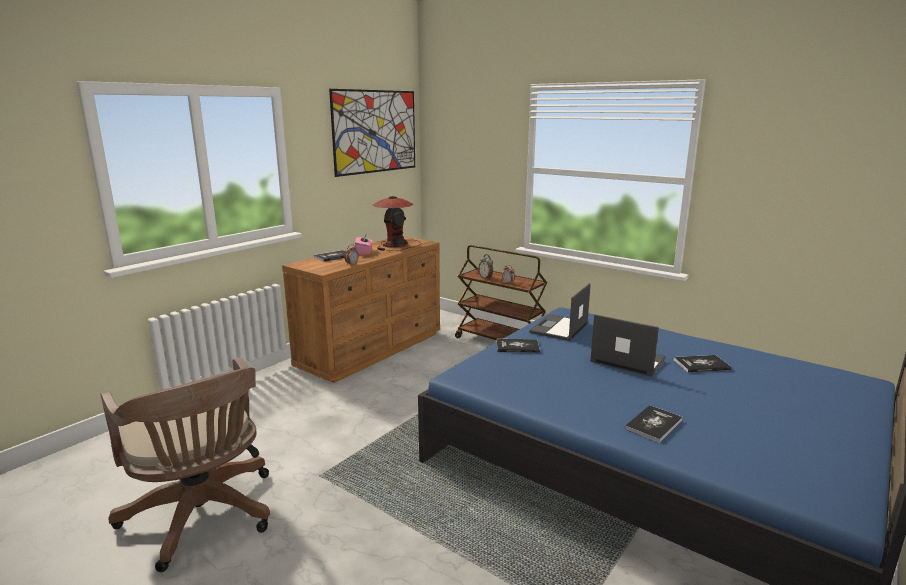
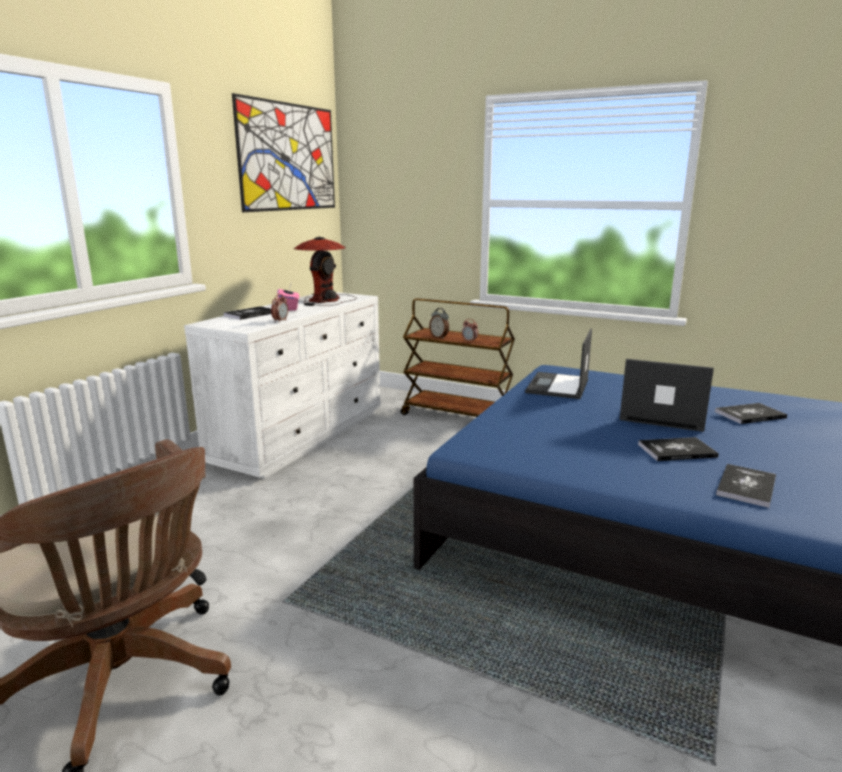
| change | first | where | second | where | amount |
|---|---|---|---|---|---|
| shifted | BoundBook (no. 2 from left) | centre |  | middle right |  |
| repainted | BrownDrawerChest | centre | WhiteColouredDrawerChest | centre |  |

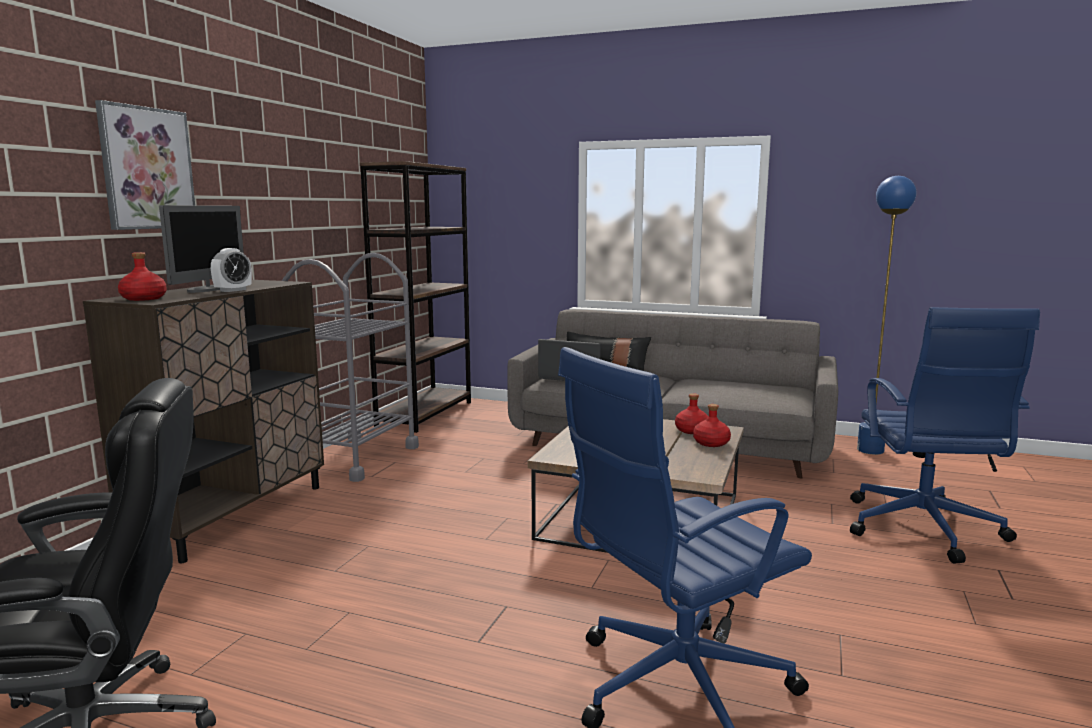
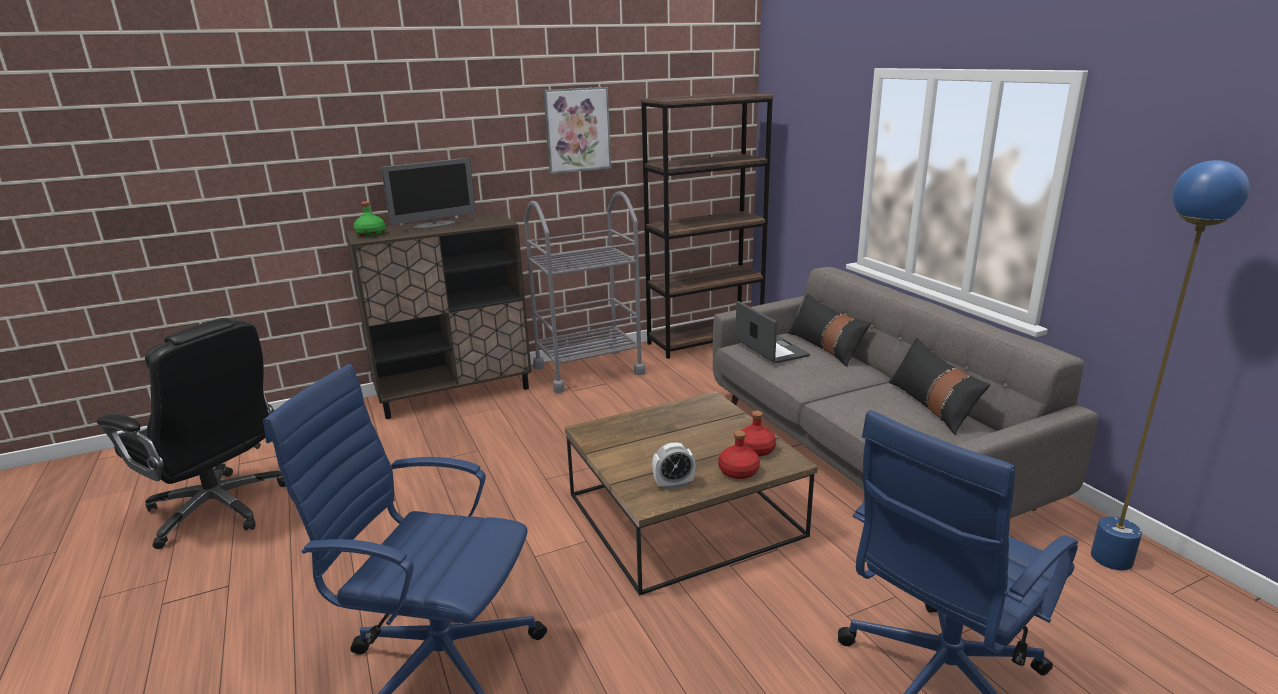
| change | first | where | second | where | amount |
|---|---|---|---|---|---|
| new |  |  | BlackishPillow (no. 2 from left) | middle right |  |
| shifted | Picture | top left |  | top centre |  |
| shifted | BedsideClock | middle left |  | bottom centre |  |
| repainted | RedColouredDrinkBottle (no. 1 from left) | middle left | GreenDrinkBottle | top left |  |

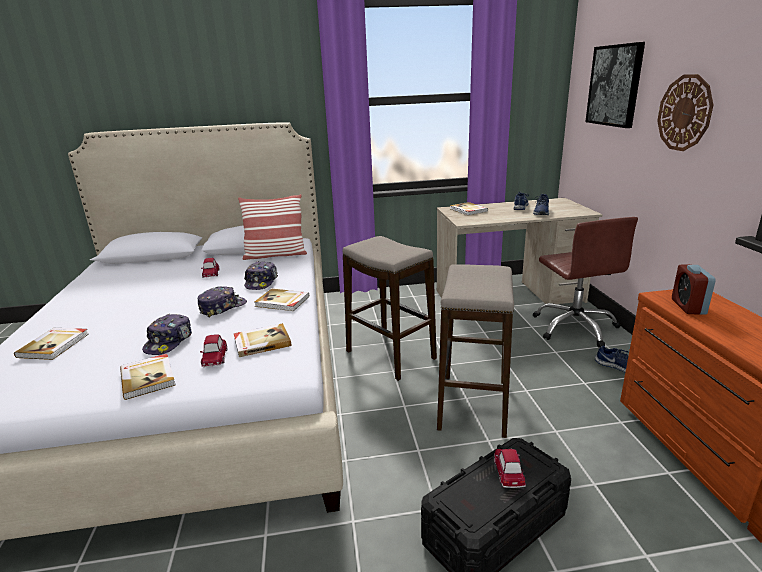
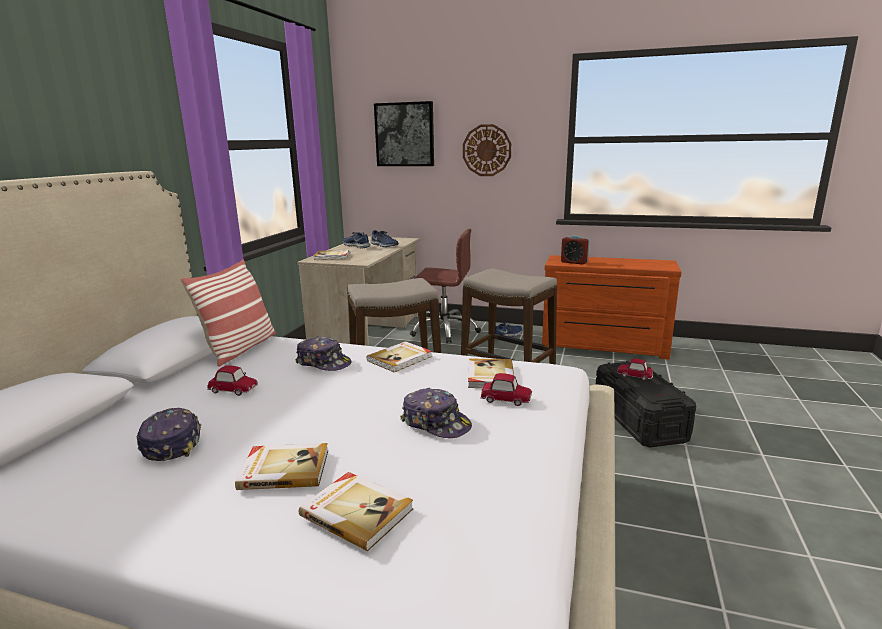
| change | first | where | second | where | amount |
|---|---|---|---|---|---|
| shifted | BoundBook (no. 2 from left in the first image) | middle left | BoundBook (no. 1 from left) | bottom left |  |
| shifted | BaseballCap (no. 2 from left in the first image) | middle left | BaseballCap (no. 1 from left) | bottom left |  |

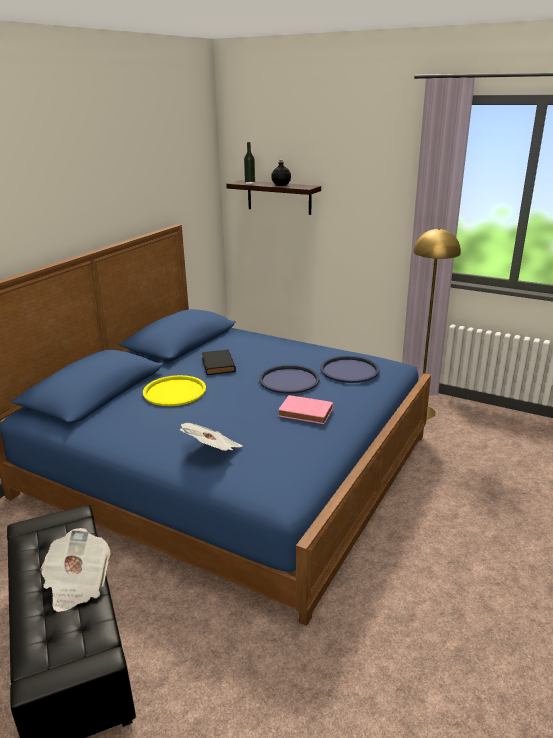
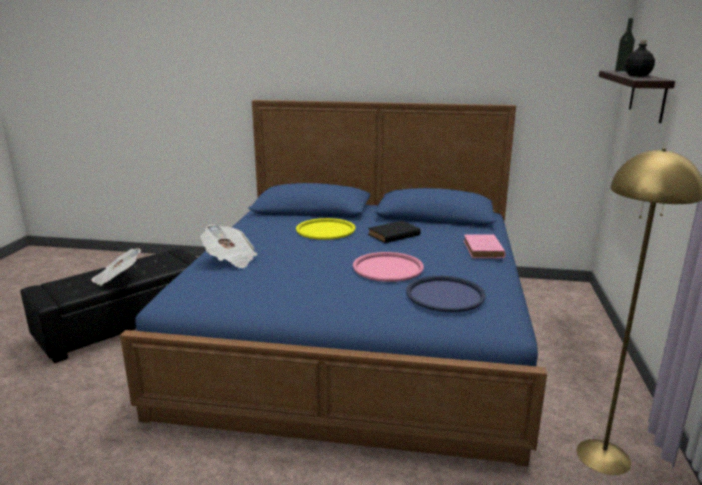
| change | first | where | second | where | amount |
|---|---|---|---|---|---|
| shifted | PinkColouredBoundBook | centre |  | middle right |  |
| repainted | BlueColouredServingTray (no. 1 from left) | centre | PinkColouredServingTray | centre |  |

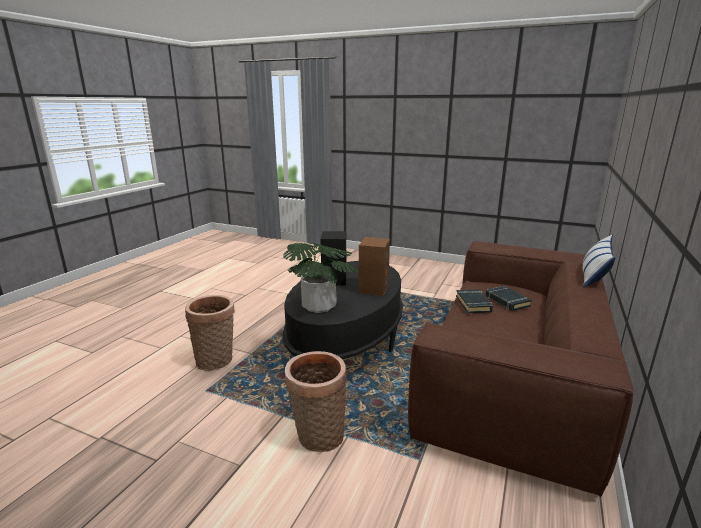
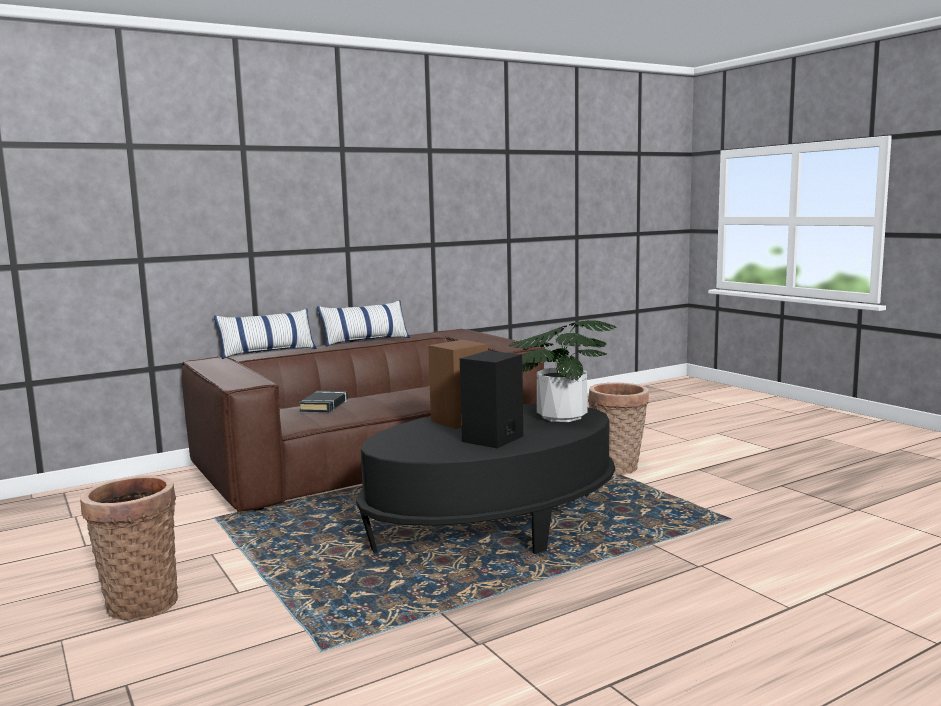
| change | first | where | second | where | amount |
|---|---|---|---|---|---|
| gone | BlackishBoundBook (no. 1 from left) | middle right |  |  |  |
| new |  |  | Pillow (no. 2 from left) | centre |  |
| shifted | StorageBasket (no. 1 from left) | middle left |  | bottom left |  |

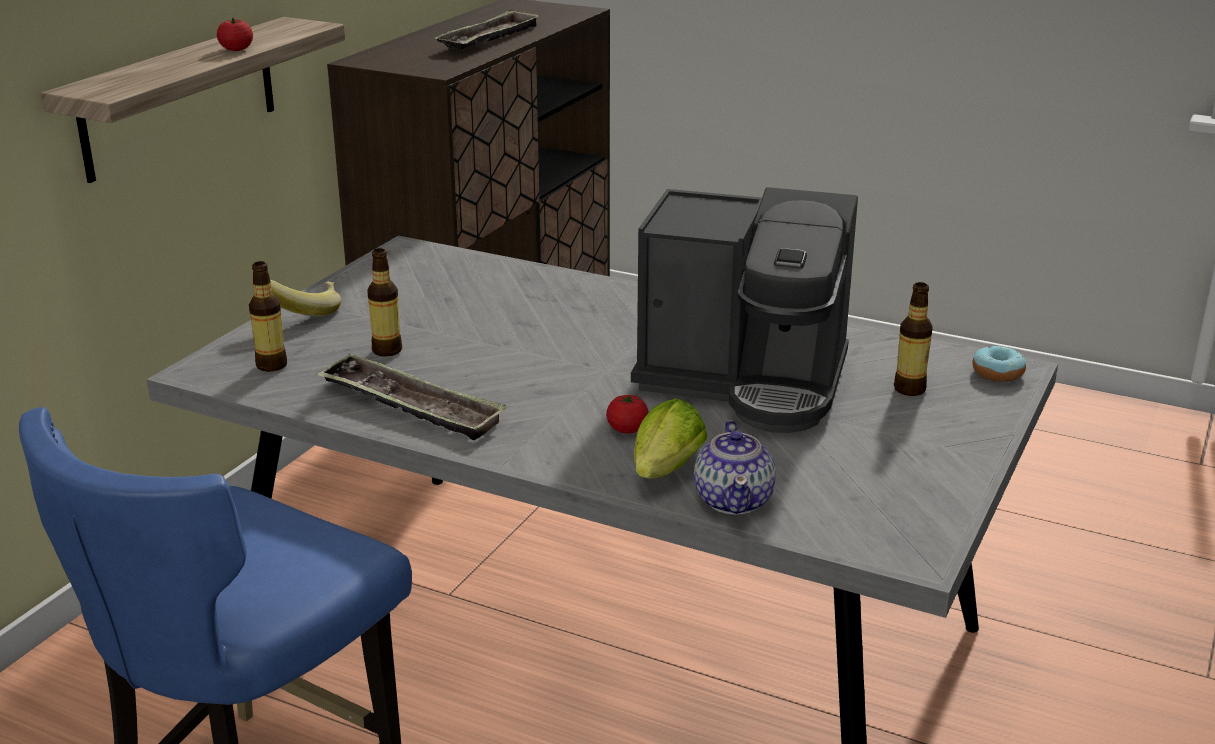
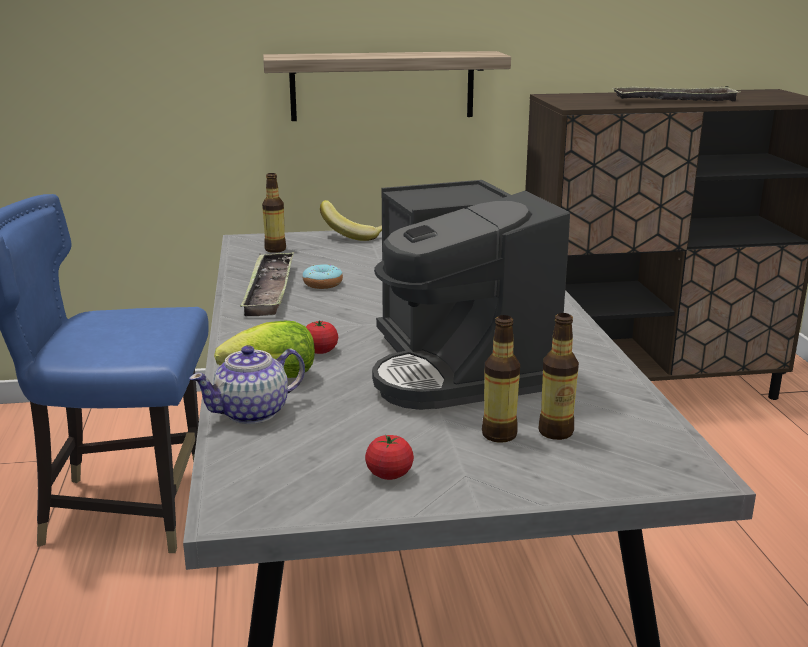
| change | first | where | second | where | amount |
|---|---|---|---|---|---|
| shifted | FreshTomato (no. 1 from left in the first image) | top left | FreshTomato (no. 2 from left) | bottom centre |  |
| shifted | DrinkBottle (no. 2 from left) | middle left |  | centre |  |
| shifted | RingDoughnut | middle right |  | centre |  |

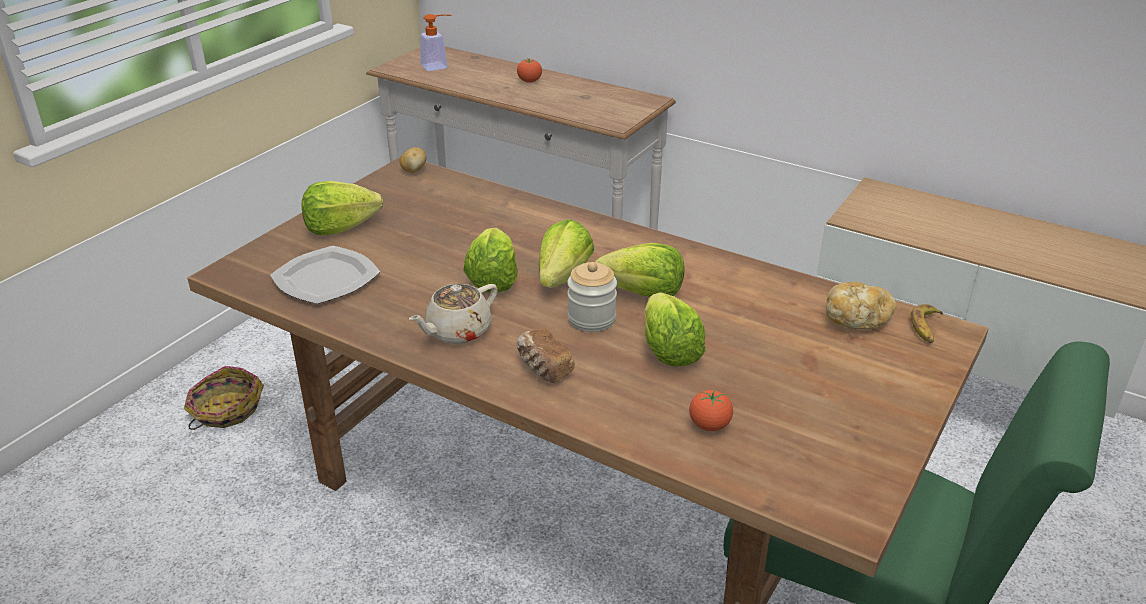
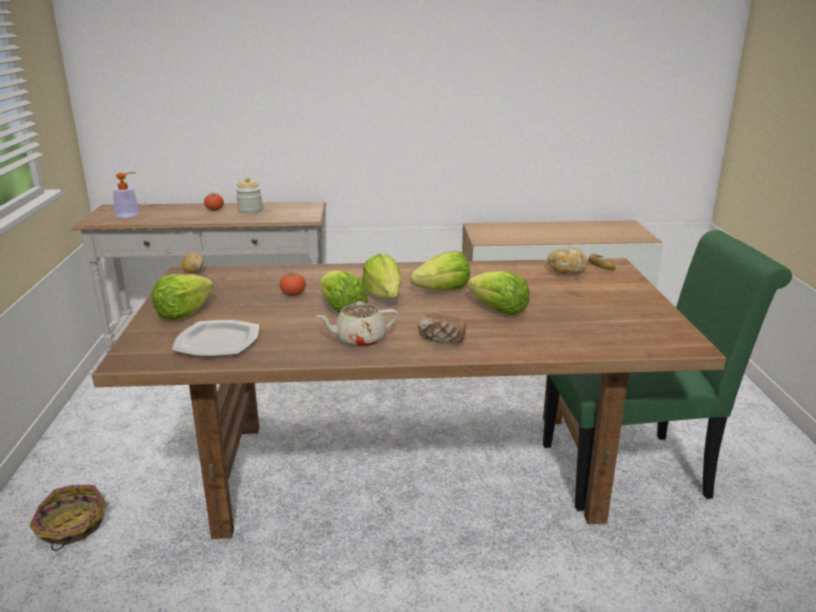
| change | first | where | second | where | amount |
|---|---|---|---|---|---|
| shifted | StorageJar | centre |  | top left |  |
| shifted | FreshTomato (no. 2 from left) | bottom centre |  | centre |  |
| rotated | SandColouredPotForTea | centre |  | centre | 60 degrees clockwise |

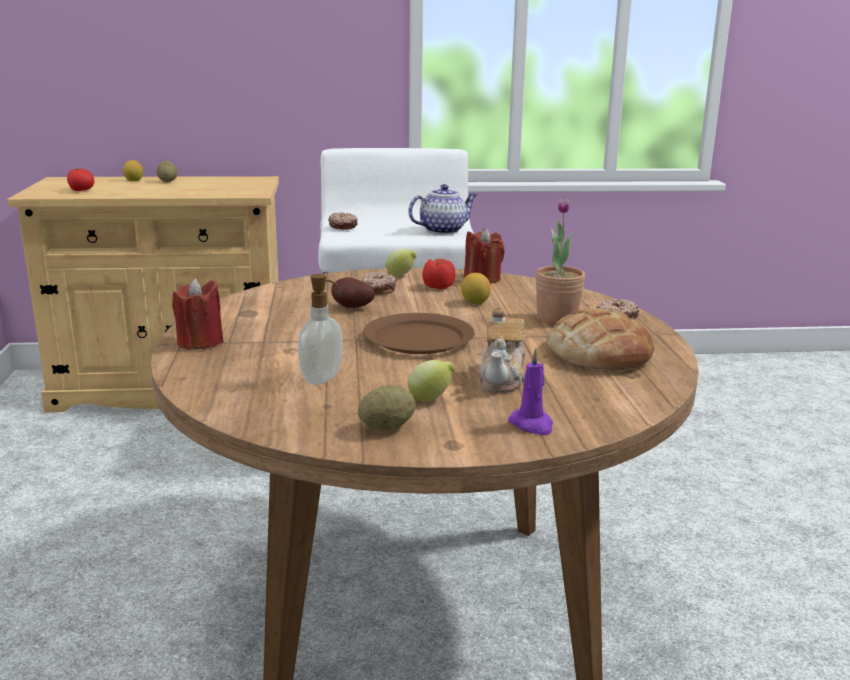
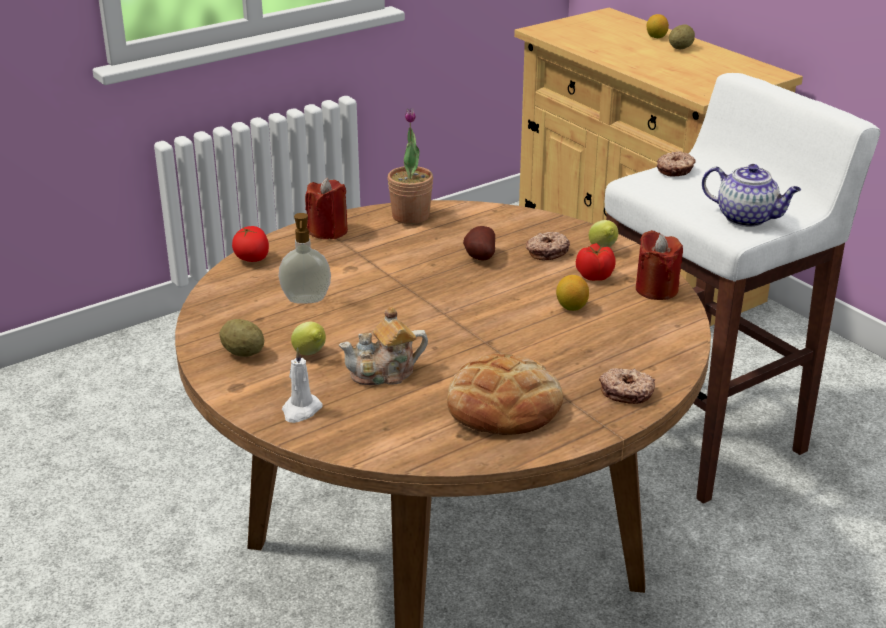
| change | first | where | second | where | amount |
|---|---|---|---|---|---|
| gone | BrownDinnerPlate | centre |  |  |  |
| shifted | FreshTomato (no. 1 from left) | top left |  | middle left |  |
| shifted | Houseplant | centre |  | top centre |  |
| repainted | PurpleWaxLight | centre | WhiteColouredWaxLight | centre |  |

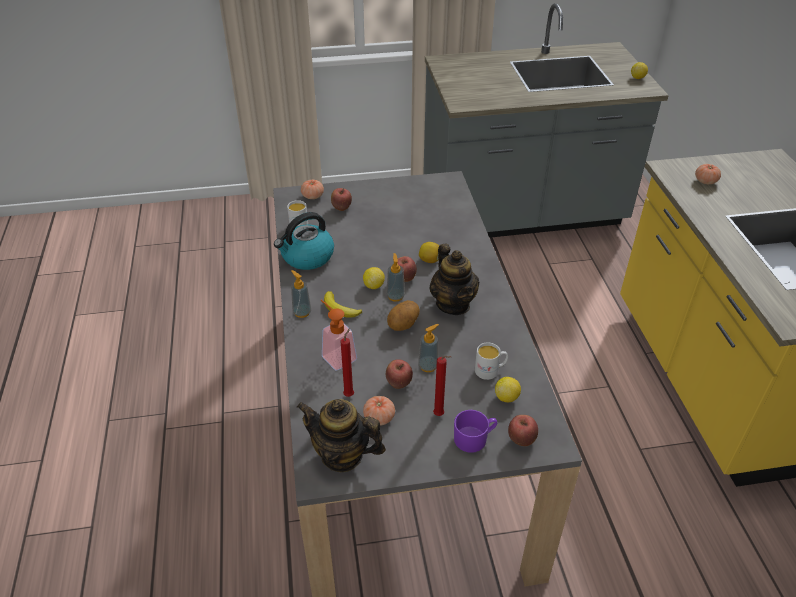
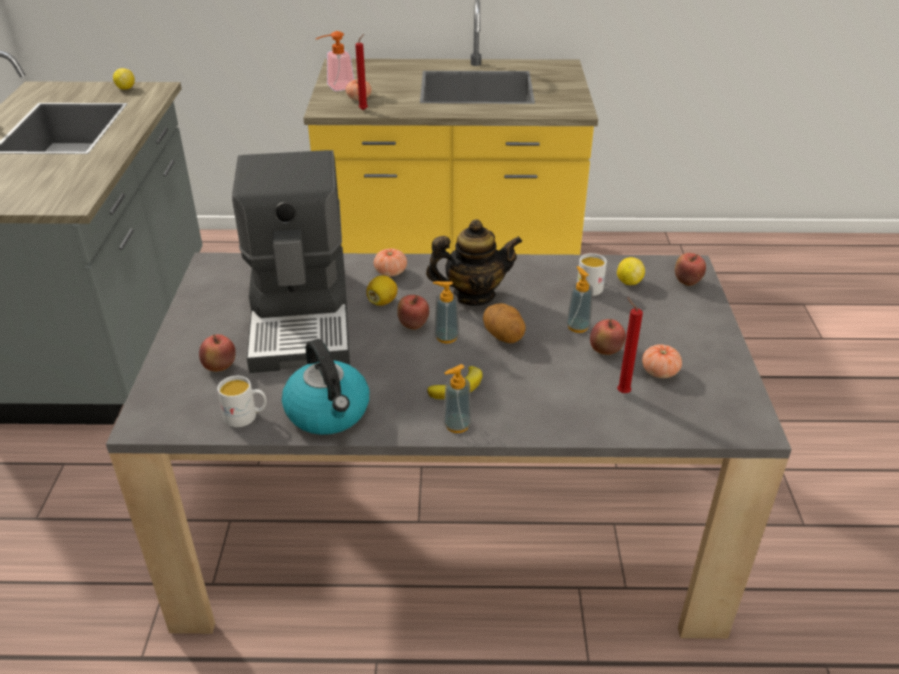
| change | first | where | second | where | amount |
|---|---|---|---|---|---|
| gone | PotForTea (no. 1 from left) | bottom centre |  |  |  |
| gone | WholeLemon (no. 1 from left) | centre |  |  |  |
| gone | PurpleMug | bottom centre |  |  |  |
| new |  |  | CoffeeBrewer | middle left |  |
| shifted | FreshTomato (no. 1 from left in the first image) | top centre | FreshTomato (no. 2 from left) | centre |  |
| shifted | SoapDispenser (no. 2 from left in the first image) | centre | SoapDispenser (no. 1 from left) | top centre |  |
| shifted | RedColouredWaxLight (no. 2 from left in the first image) | centre | RedColouredWaxLight (no. 1 from left) | top centre |  |

